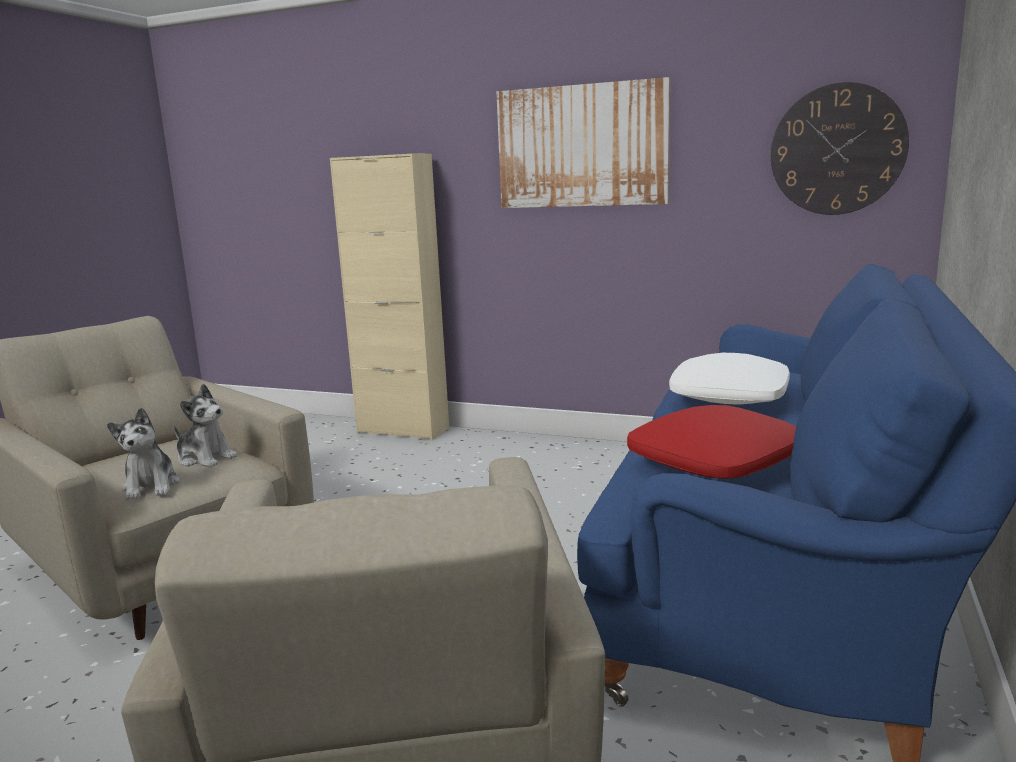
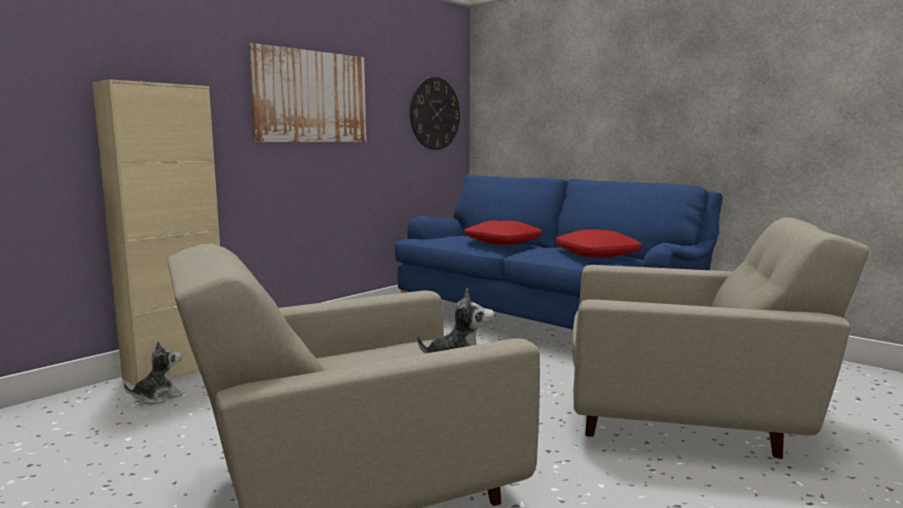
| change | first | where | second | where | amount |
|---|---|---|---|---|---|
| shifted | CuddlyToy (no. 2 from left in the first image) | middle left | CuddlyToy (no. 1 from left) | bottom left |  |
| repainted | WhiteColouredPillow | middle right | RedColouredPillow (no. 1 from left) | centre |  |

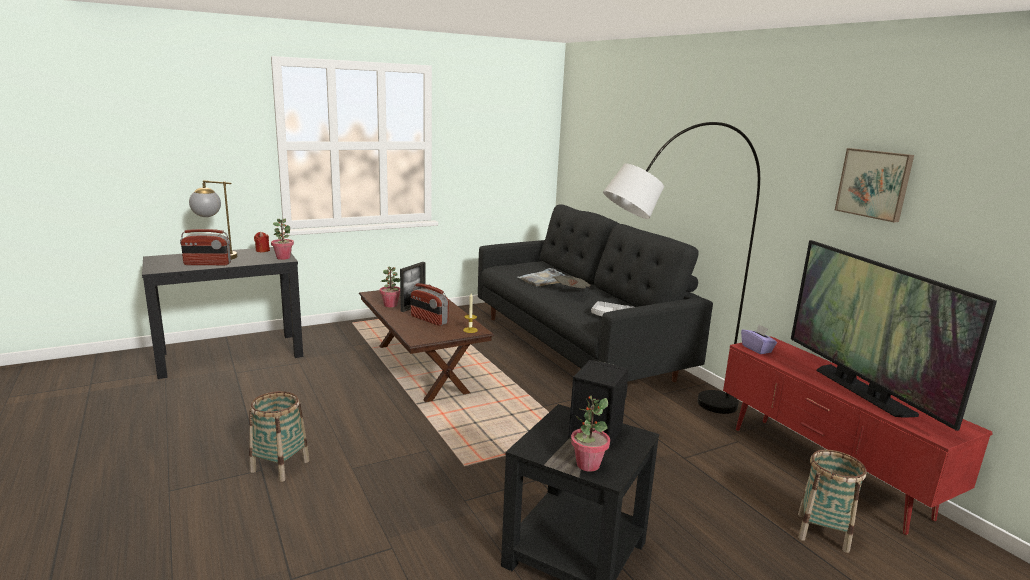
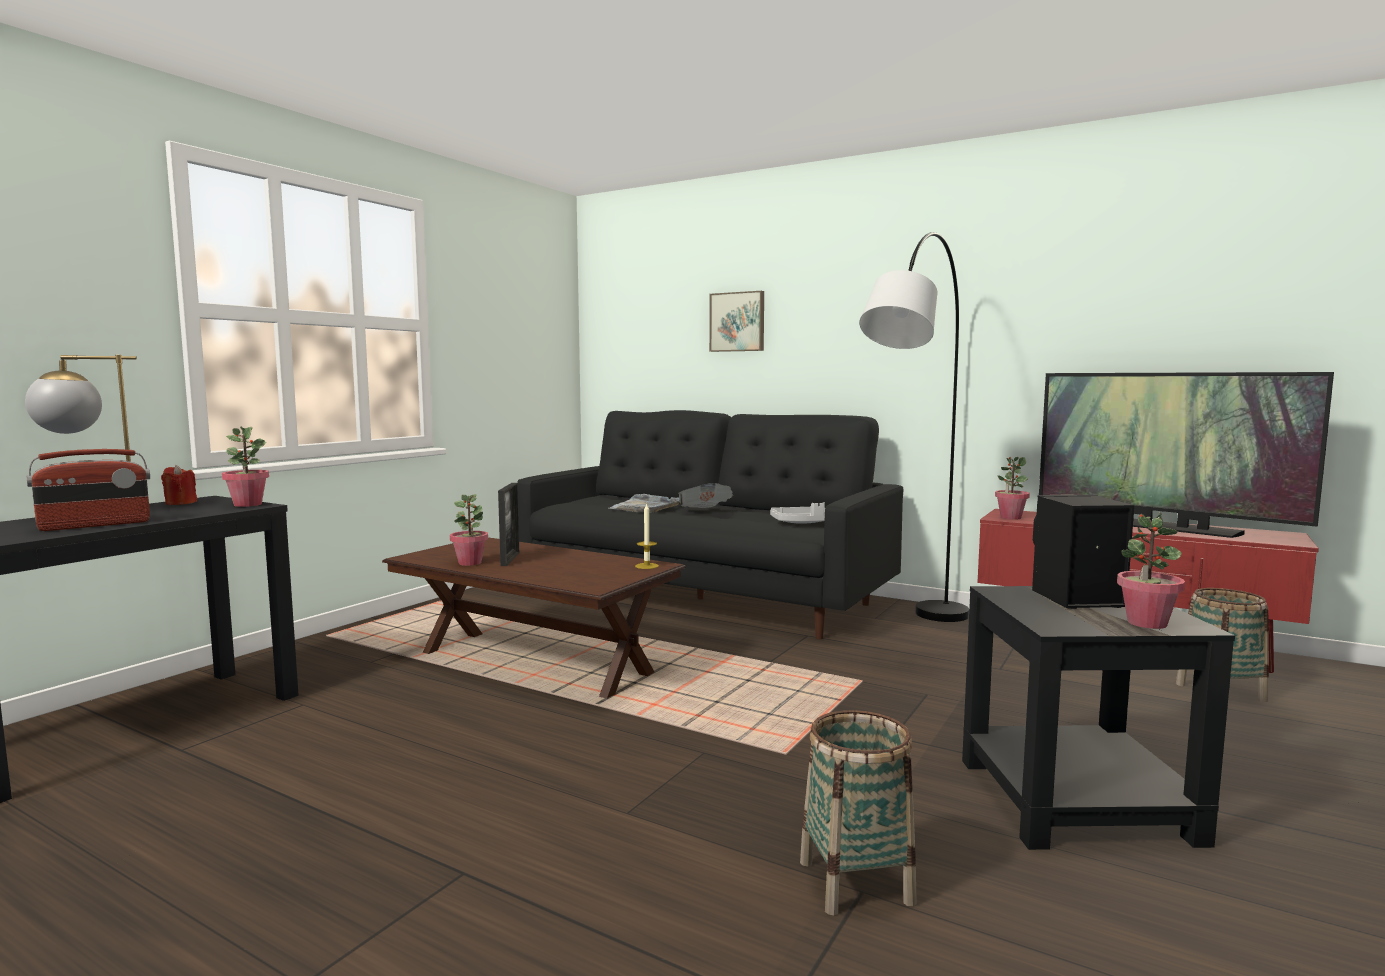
| change | first | where | second | where | amount |
|---|---|---|---|---|---|
| gone | RadioReceiver (no. 2 from left) | centre |  |  |  |
| shifted | StorageBasket (no. 1 from left) | bottom left |  | bottom centre |  |
| shifted | Picture | top right |  | top centre |  |
| swapped | PurpleBoxOfTissues | middle right | Houseplant (no. 3 from left) | middle right |  |

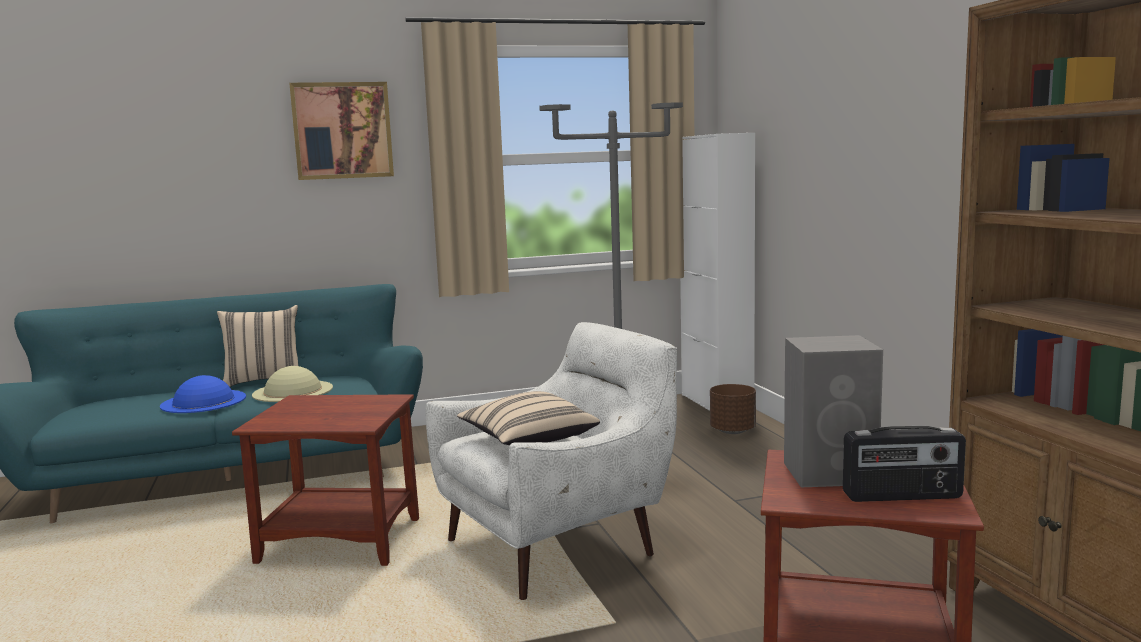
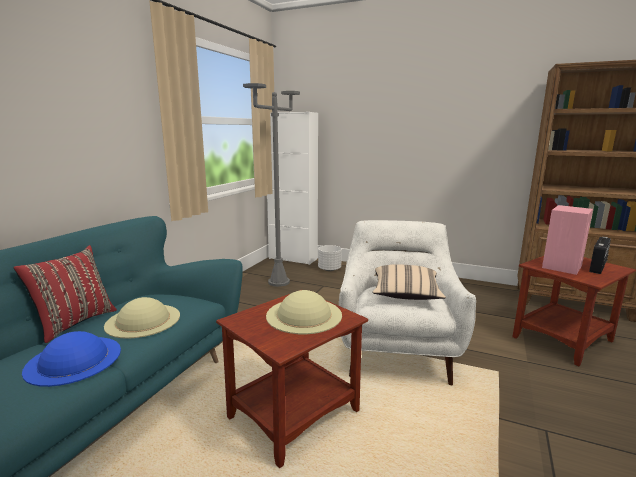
| change | first | where | second | where | amount |
|---|---|---|---|---|---|
| gone | Picture | top left |  |  |  |
| new |  |  | SandColouredClothingHat (no. 2 from left) | centre |  |
| repainted | SandColouredPillow (no. 1 from left) | middle left | RedColouredPillow | middle left |  |
| repainted | BrownFlowerPot | centre | WhiteColouredFlowerPot | centre |  |
| repainted | GrayLoudspeaker | middle right | PinkColouredLoudspeaker | middle right |  |

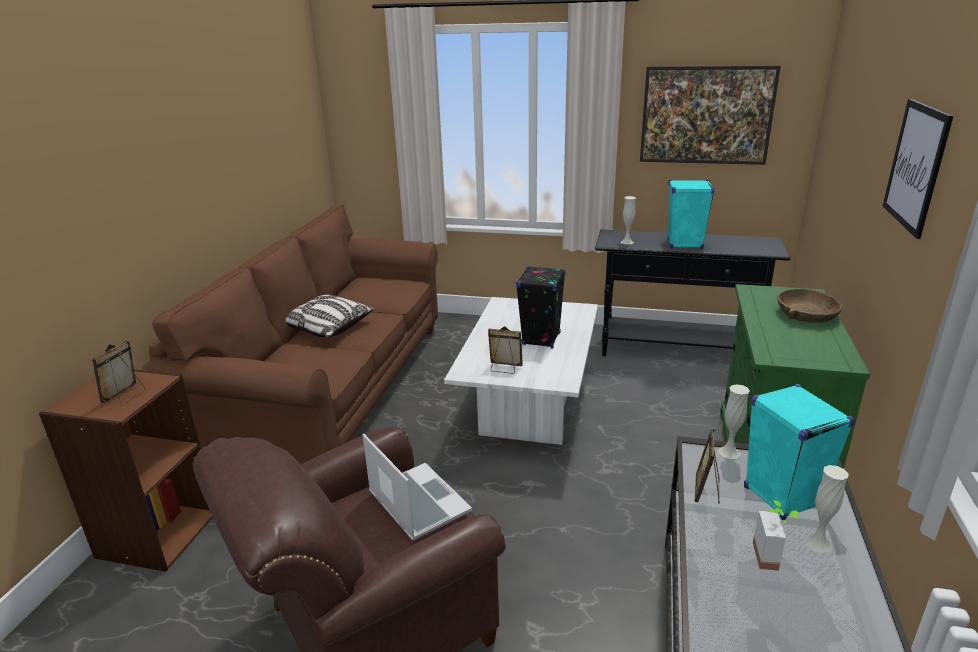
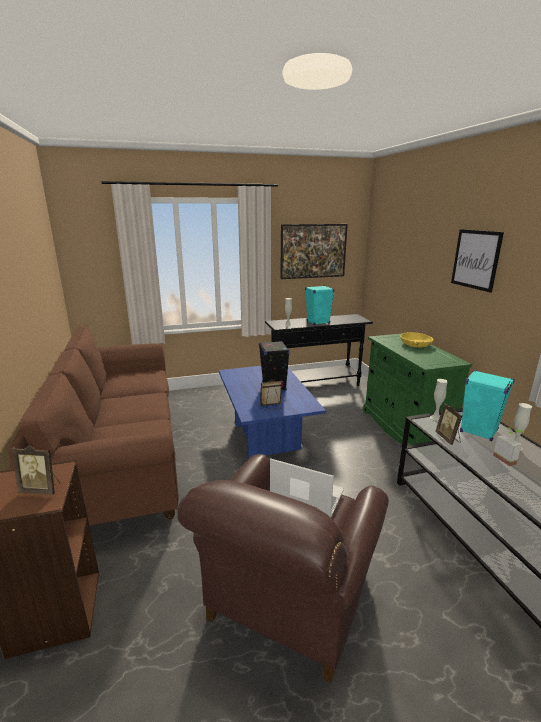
| change | first | where | second | where | amount |
|---|---|---|---|---|---|
| gone | Pillow | centre |  |  |  |
| repainted | WhiteColouredLowTable | centre | BlueColouredLowTable | centre |  |
| repainted | BrownBowl | middle right | YellowishBowl | middle right |  |
| rotated | PictureFrame (no. 1 from left) | middle left |  | middle left | 75 degrees counterclockwise |

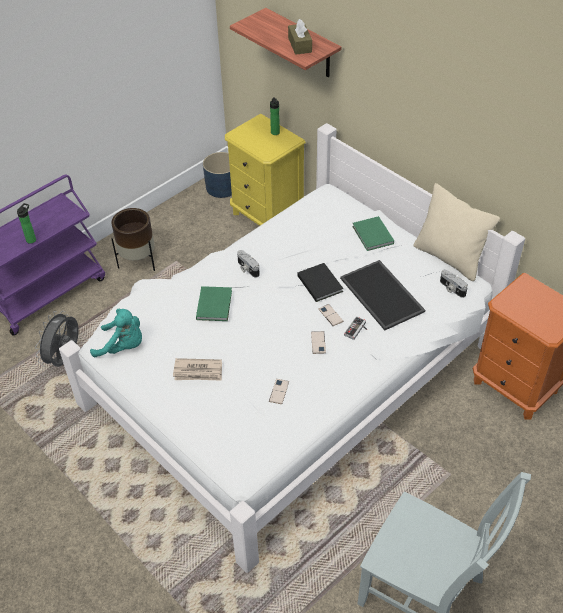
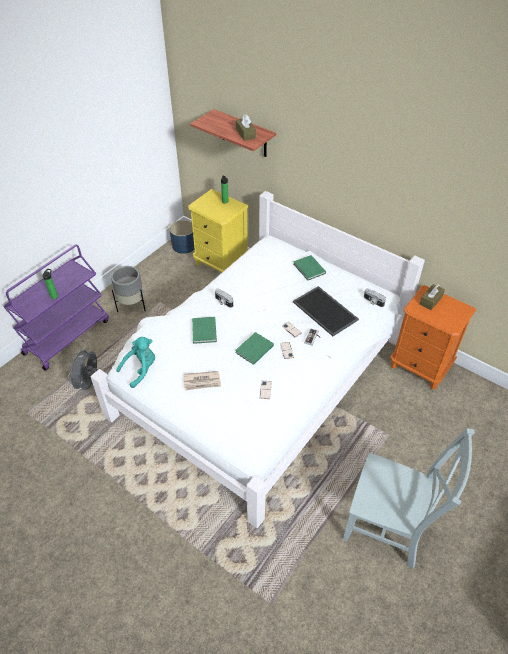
| change | first | where | second | where | amount |
|---|---|---|---|---|---|
| gone | BlackishBoundBook | centre |  |  |  |
| gone | SandColouredPillow | middle right |  |  |  |
| new |  |  | GreenBoundBook (no. 2 from left) | centre |  |
| new |  |  | BrownBoxOfTissues (no. 2 from left) | middle right |  |
| repainted | BrownFlowerPot | middle left | GrayFlowerPot | middle left |  |
| rotated | BlueGreenCuddlyToy | middle left |  | middle left | 45 degrees counterclockwise |

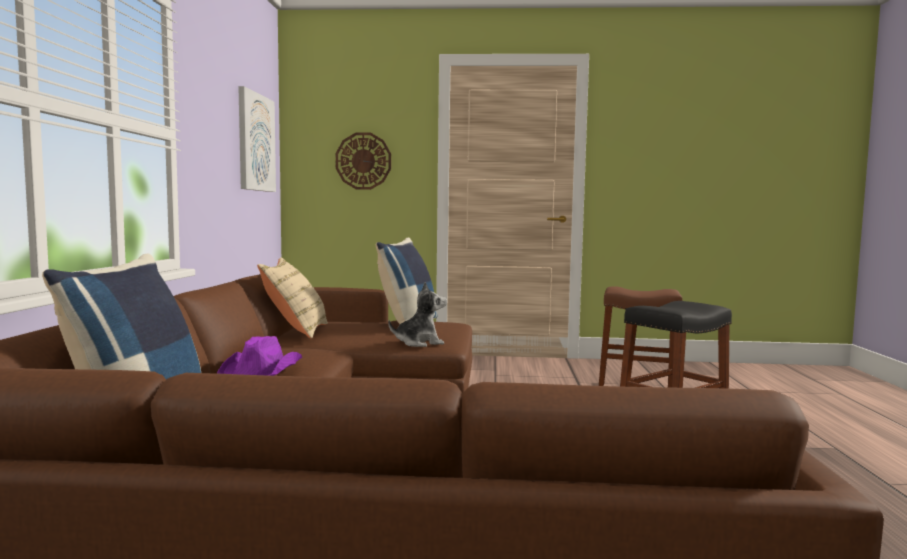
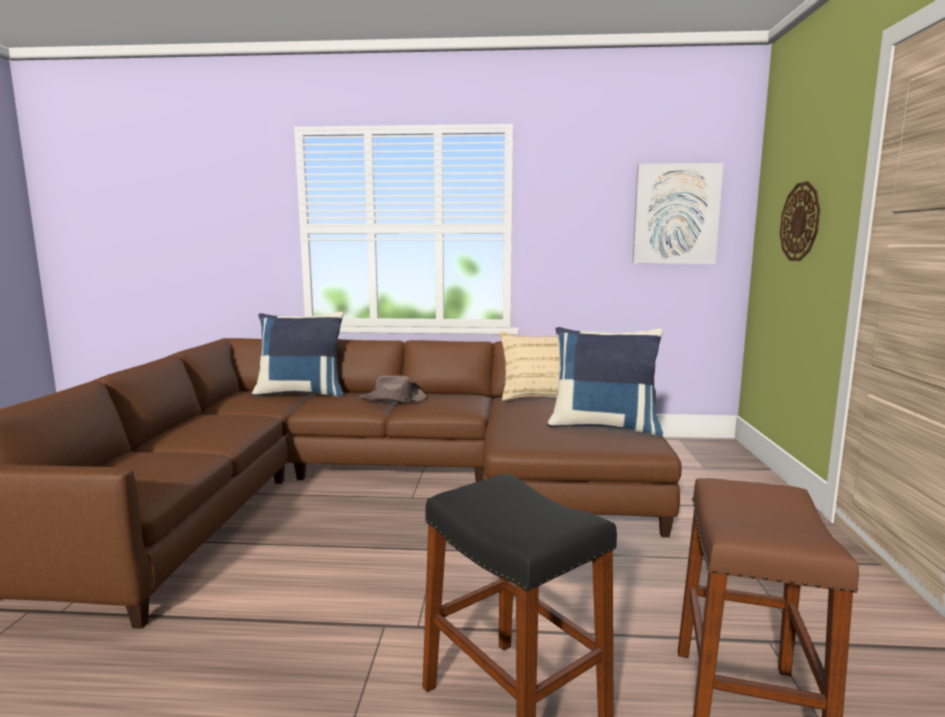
| change | first | where | second | where | amount |
|---|---|---|---|---|---|
| gone | CuddlyToy | centre |  |  |  |
| repainted | PurpleClothingHat | middle left | BrownClothingHat | centre |  |

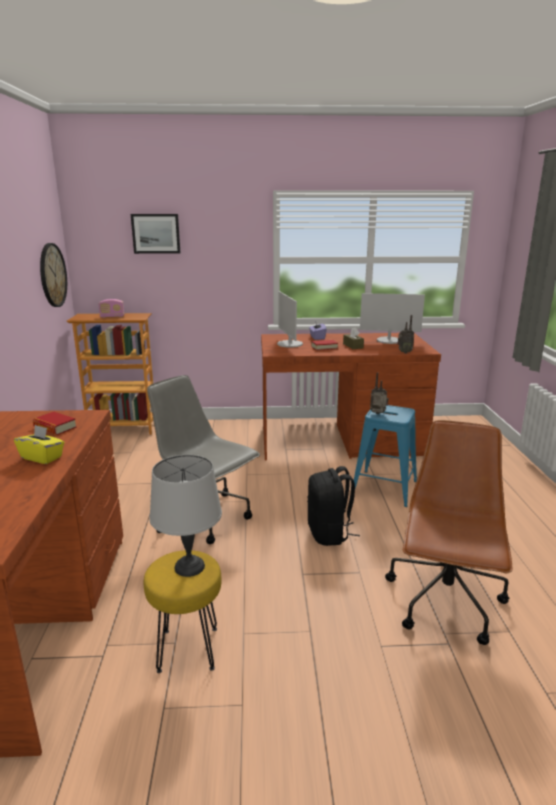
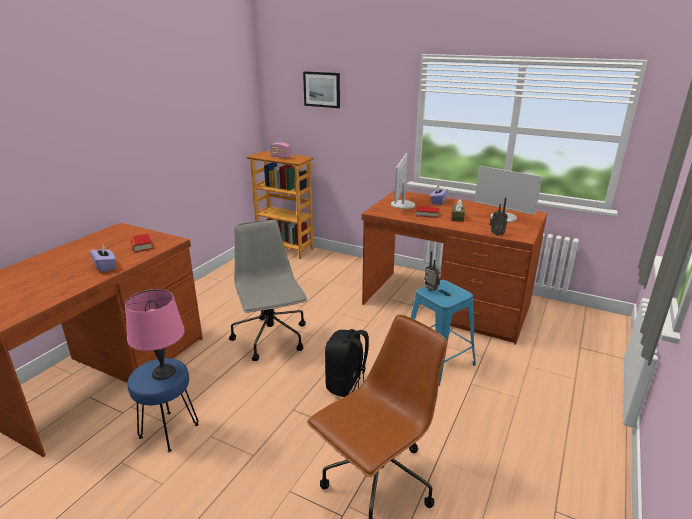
| change | first | where | second | where | amount |
|---|---|---|---|---|---|
| gone | ClockOnTheWall | middle left |  |  |  |
| repainted | YellowishBoxOfTissues | middle left | PurpleBoxOfTissues (no. 1 from left) | middle left |  |
| repainted | YellowishStoolSeat | bottom left | BlueColouredStoolSeat (no. 1 from left) | bottom left |  |
| repainted | GrayTableLamp | centre | PinkColouredTableLamp | middle left |  |

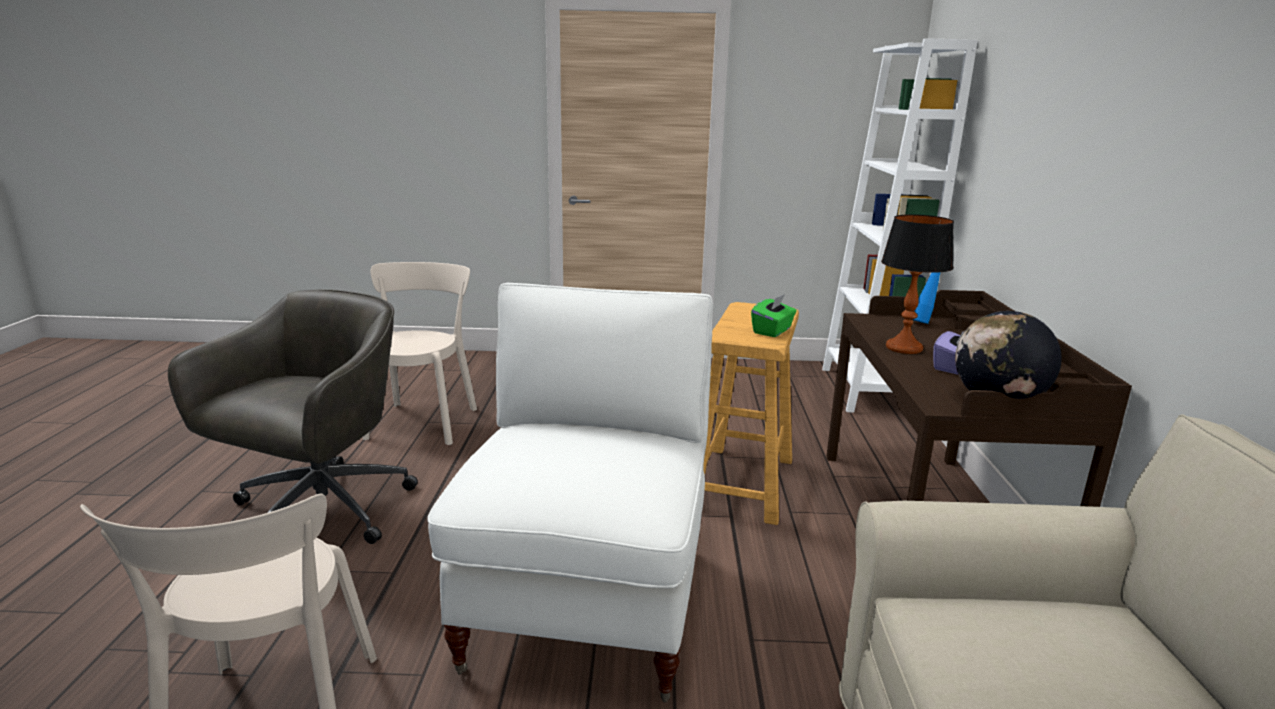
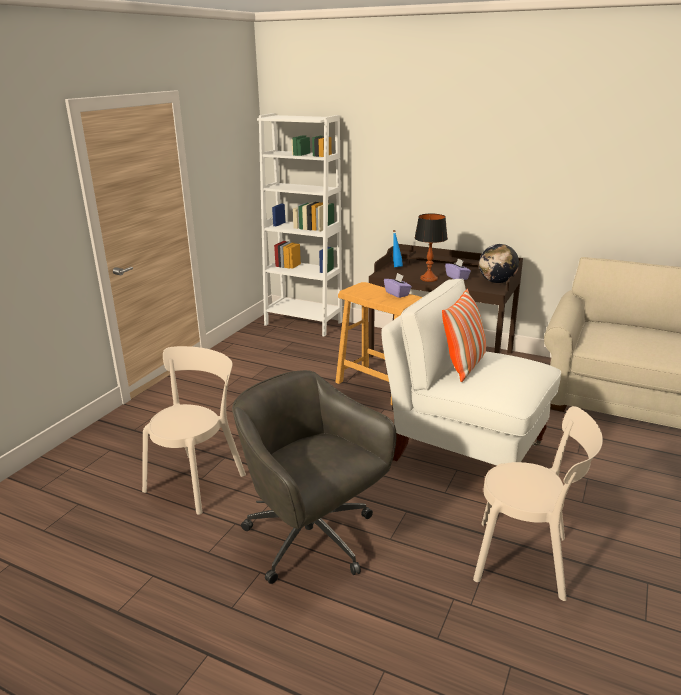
| change | first | where | second | where | amount |
|---|---|---|---|---|---|
| new |  |  | Pillow | middle right |  |
| repainted | GreenBoxOfTissues | centre | PurpleBoxOfTissues (no. 1 from left) | centre |  |
| rotated | SandColouredChair (no. 2 from left in the first image) | middle left | SandColouredChair (no. 1 from left) | middle left | 90 degrees clockwise |

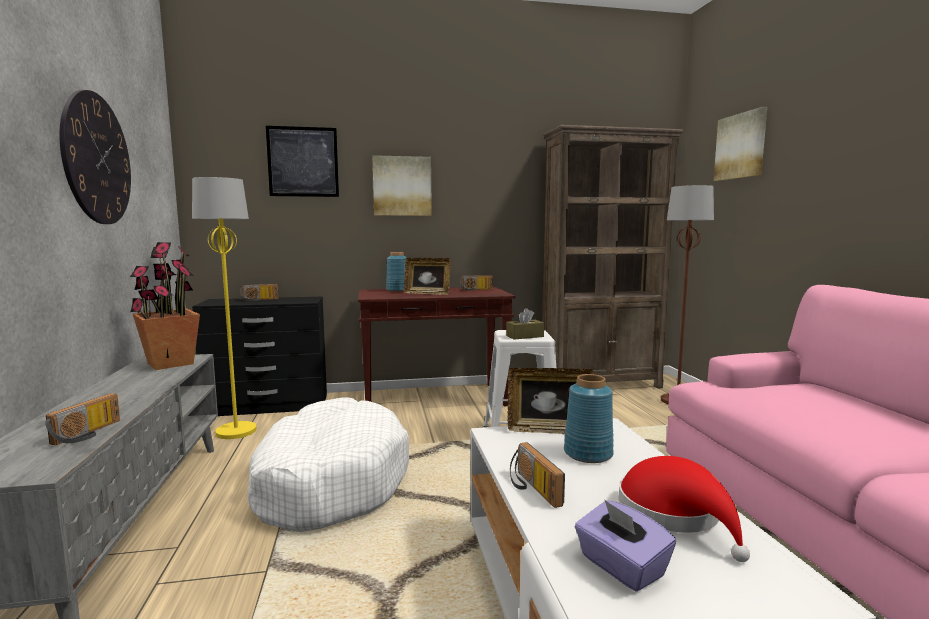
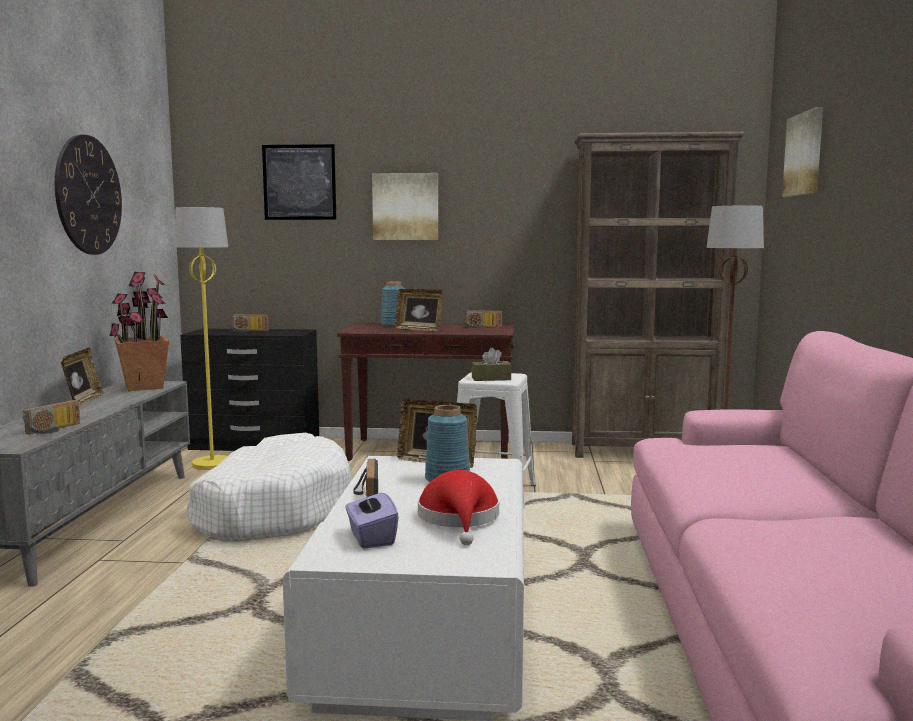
| change | first | where | second | where | amount |
|---|---|---|---|---|---|
| new |  |  | PictureFrame (no. 1 from left) | middle left |  |

